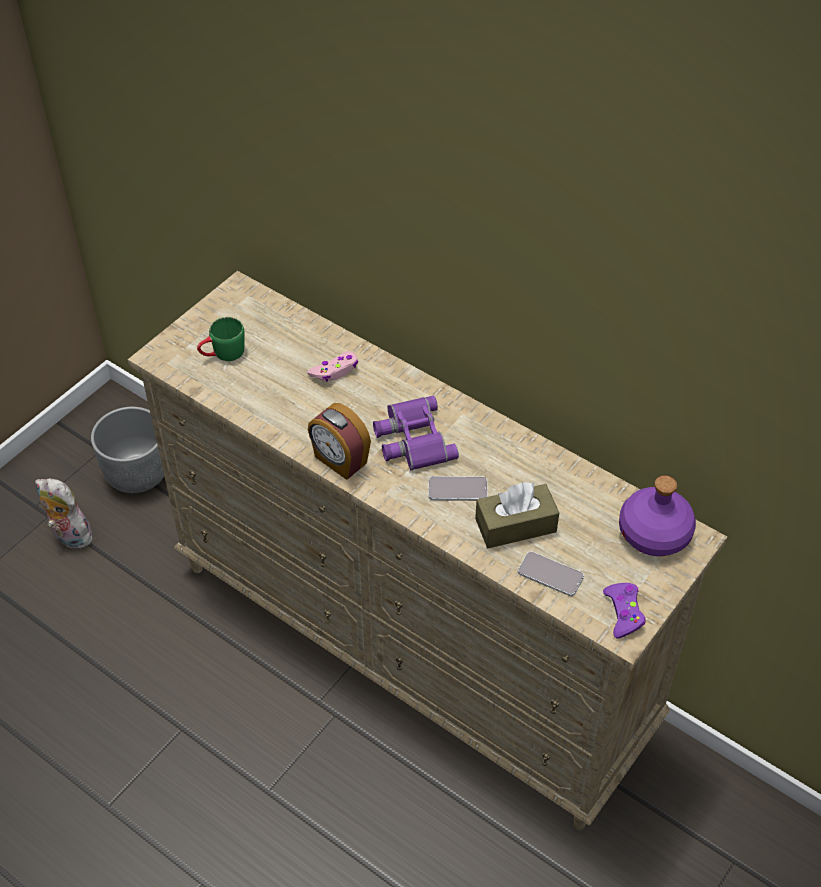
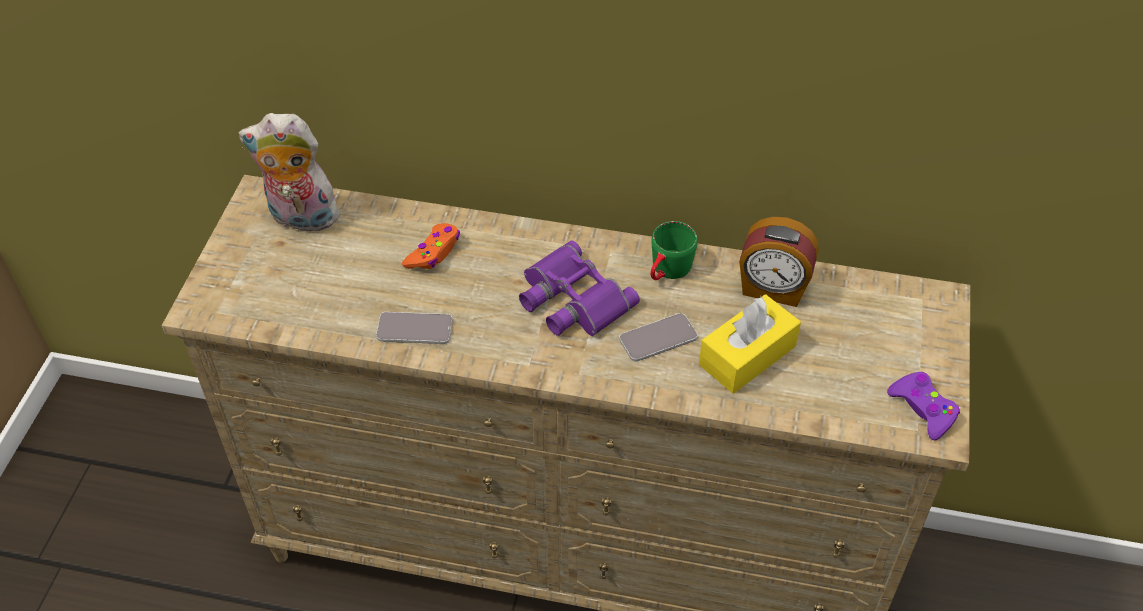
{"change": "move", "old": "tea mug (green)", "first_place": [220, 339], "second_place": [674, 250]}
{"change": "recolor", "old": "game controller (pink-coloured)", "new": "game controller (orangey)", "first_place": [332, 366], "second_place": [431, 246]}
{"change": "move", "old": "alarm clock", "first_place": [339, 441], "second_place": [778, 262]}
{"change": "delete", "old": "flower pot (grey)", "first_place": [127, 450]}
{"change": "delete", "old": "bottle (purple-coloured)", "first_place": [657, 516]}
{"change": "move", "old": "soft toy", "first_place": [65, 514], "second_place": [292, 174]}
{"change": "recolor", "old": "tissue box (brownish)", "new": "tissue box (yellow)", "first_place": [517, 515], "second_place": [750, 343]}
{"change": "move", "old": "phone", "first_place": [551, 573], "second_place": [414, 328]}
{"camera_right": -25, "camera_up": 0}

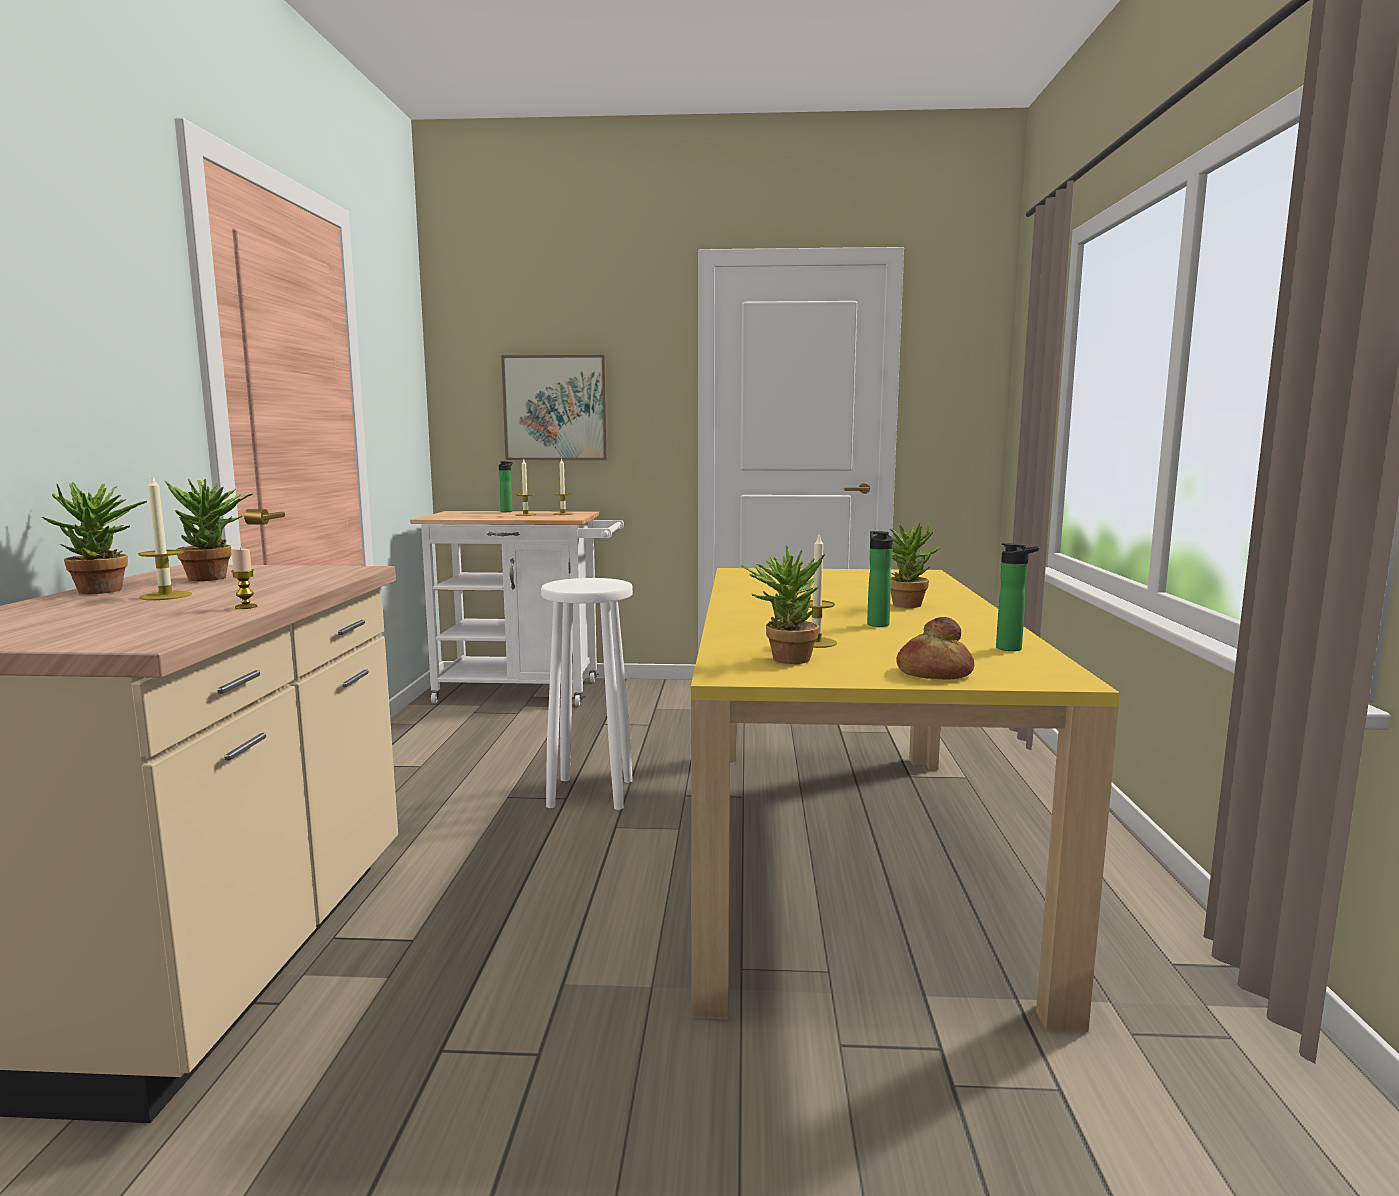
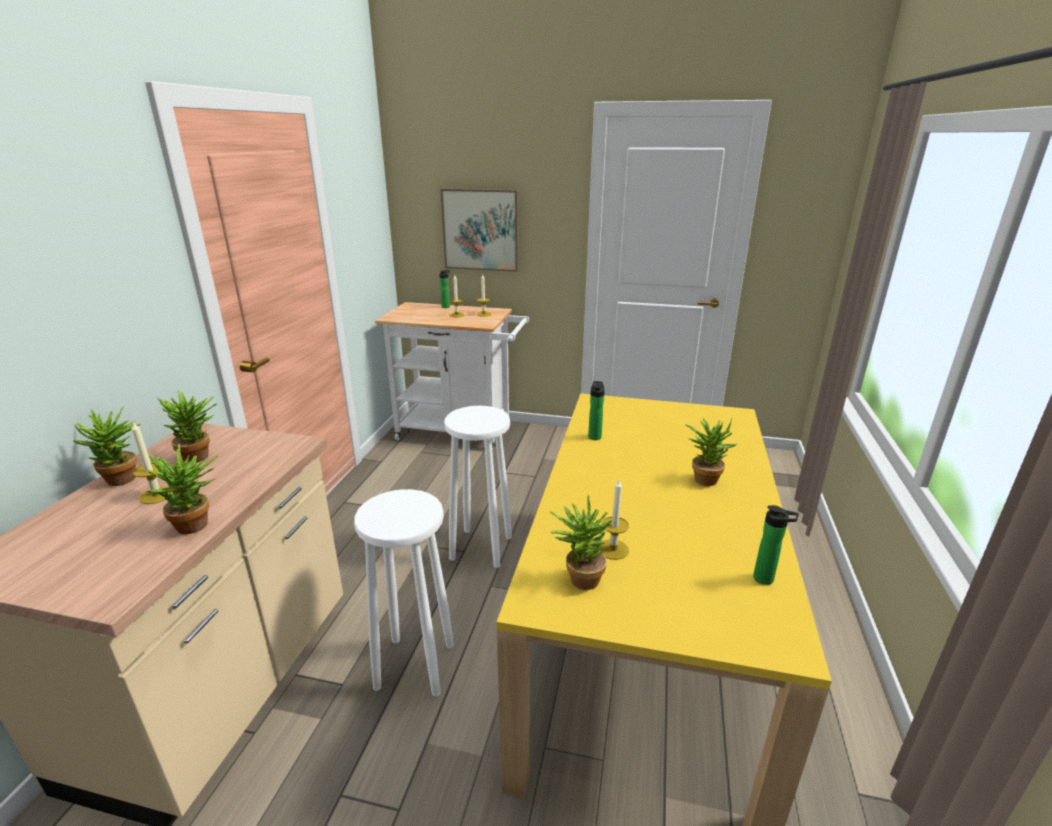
{"change": "move", "old": "bottle", "first_place": [880, 579], "second_place": [596, 410]}
{"change": "replace", "old": "wax light", "new": "plant in a pot", "first_place": [244, 578], "second_place": [182, 488]}
{"change": "delete", "old": "bakery bread", "first_place": [935, 648]}
{"change": "insert", "new": "stool seat (white-coloured)", "second_place": [404, 593]}
{"camera_right": 10, "camera_up": 15}

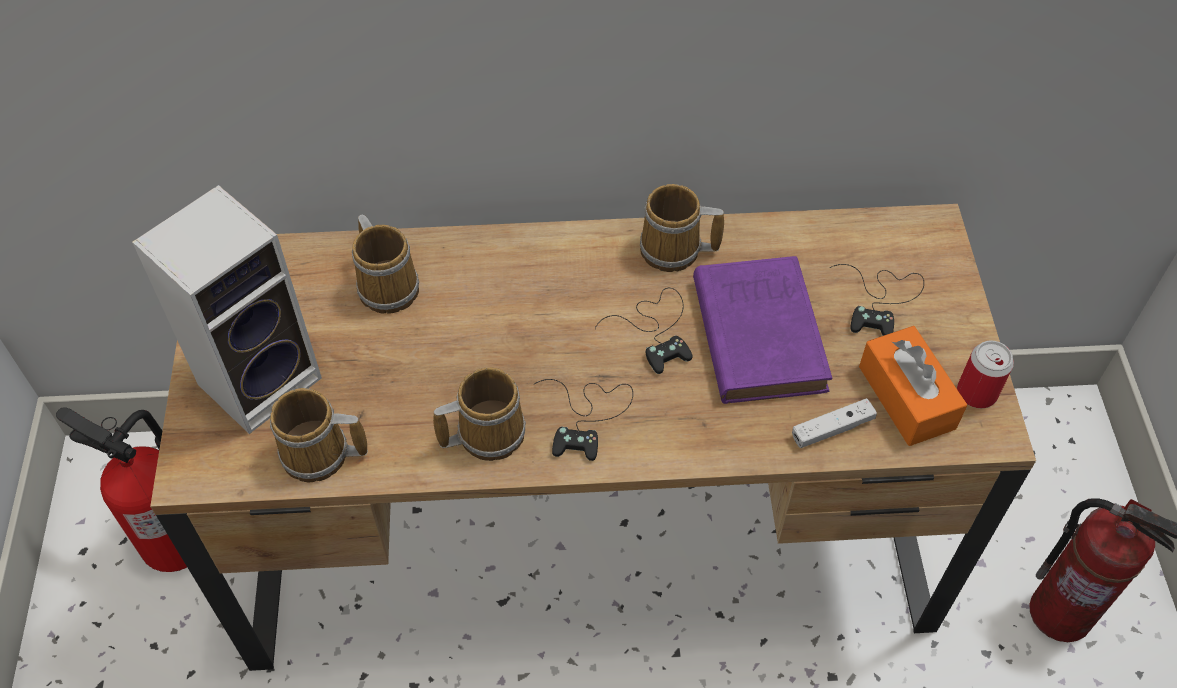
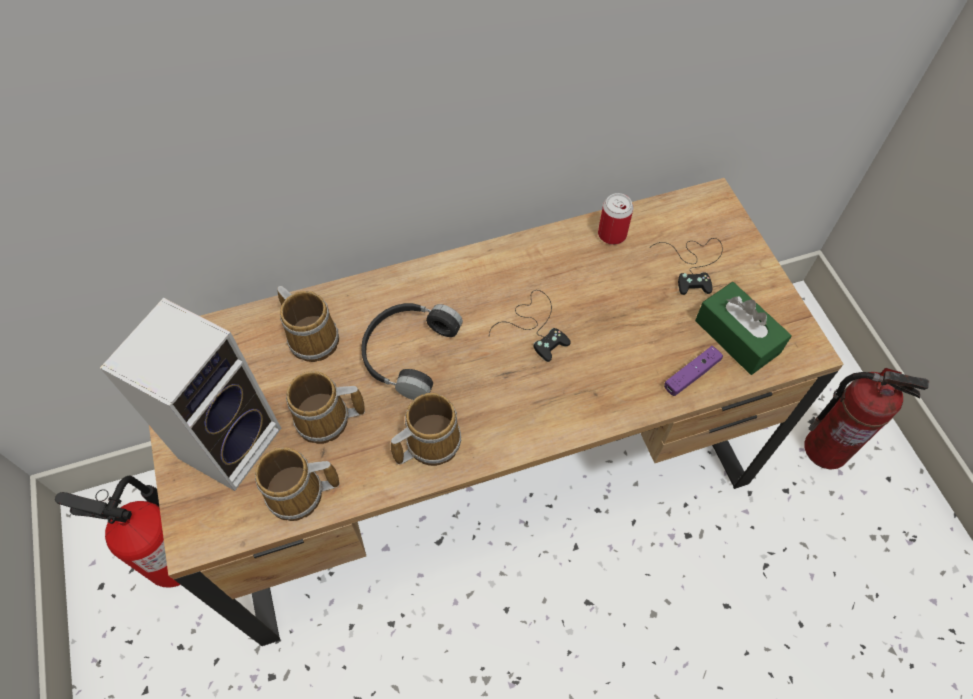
{"change": "move", "old": "tea mug", "first_place": [682, 228], "second_place": [325, 407]}
{"change": "delete", "old": "bound book (purple-coloured)", "first_place": [763, 330]}
{"change": "recolor", "old": "tissue box (orangey)", "new": "tissue box (green)", "first_place": [913, 386], "second_place": [743, 328]}
{"change": "move", "old": "sealed can", "first_place": [985, 374], "second_place": [615, 219]}
{"change": "delete", "old": "game controller (black)", "first_place": [583, 420]}
{"change": "recolor", "old": "game controller (white-coloured)", "new": "game controller (purple-coloured)", "first_place": [834, 423], "second_place": [693, 371]}
{"change": "insert", "new": "pair of headphones (black)", "second_place": [412, 351]}
{"camera_right": -15, "camera_up": 5}

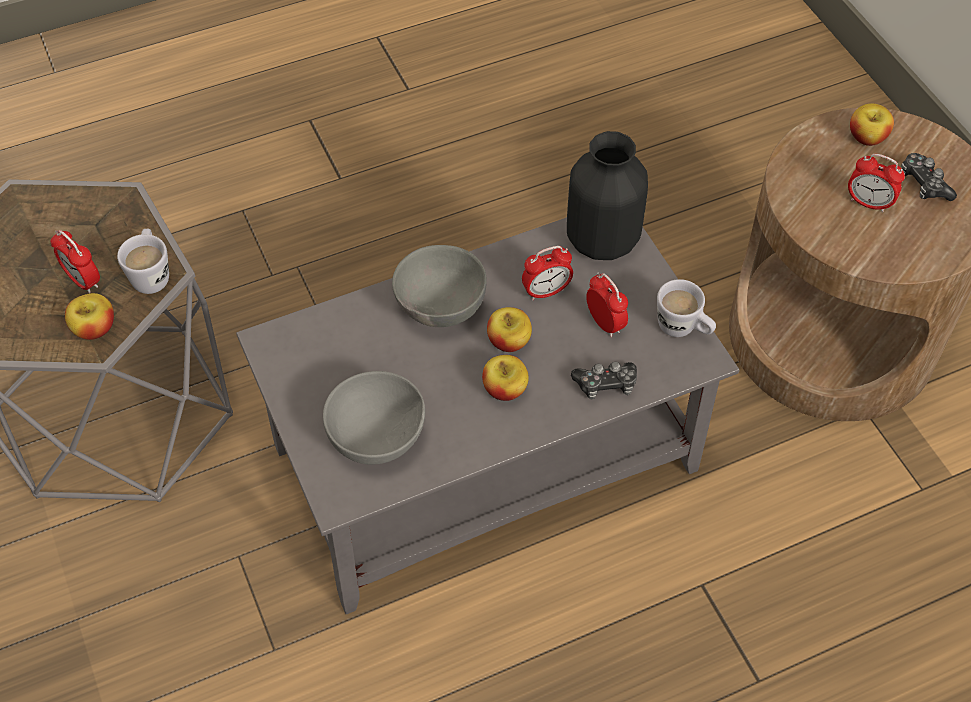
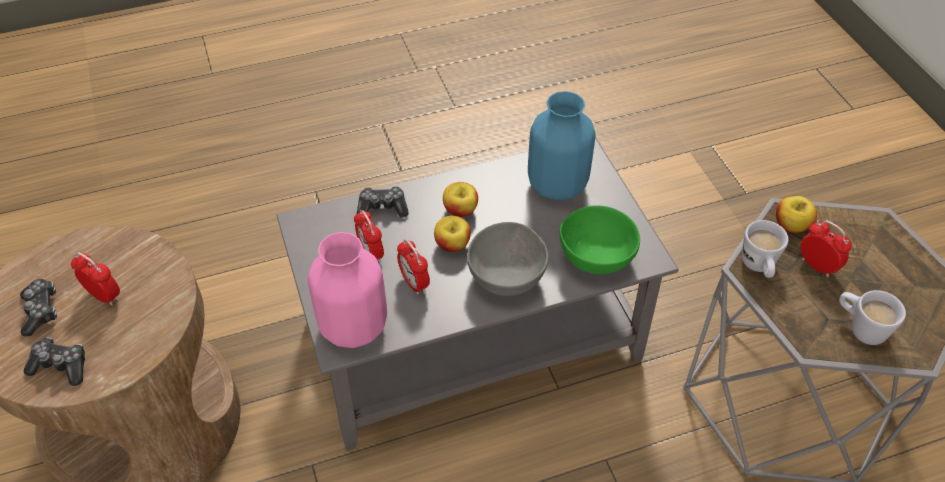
{"change": "replace", "old": "apple fruit", "new": "game controller", "first_place": [872, 124], "second_place": [54, 361]}
{"change": "recolor", "old": "vase (black)", "new": "vase (pink-coloured)", "first_place": [607, 195], "second_place": [347, 290]}
{"change": "rotate", "old": "alarm clock", "first_place": [547, 273], "second_place": [413, 267], "degrees": -105}
{"change": "move", "old": "tea mug (white-coloured)", "first_place": [686, 308], "second_place": [872, 317]}
{"change": "replace", "old": "serving bowl (grey)", "new": "vase (blue)", "first_place": [374, 418], "second_place": [562, 145]}
{"change": "insert", "new": "serving bowl (green)", "second_place": [600, 239]}
{"camera_right": -175, "camera_up": -5}

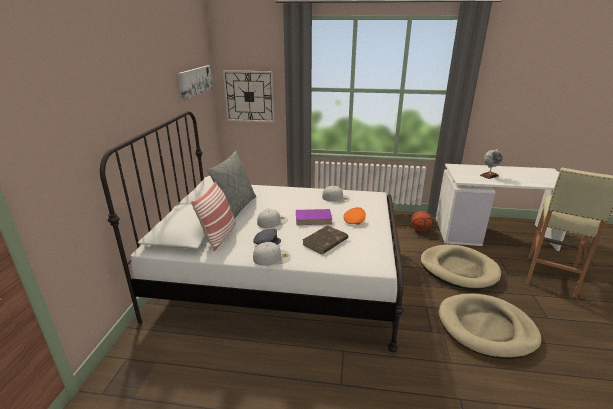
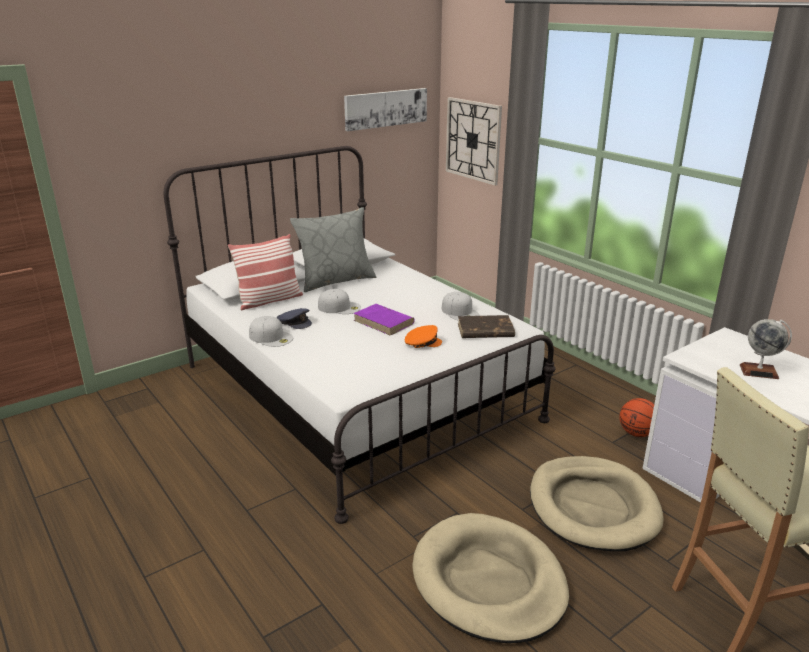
{"change": "move", "old": "bound book (brownish)", "first_place": [325, 239], "second_place": [486, 326]}
{"camera_right": 45, "camera_up": 0}

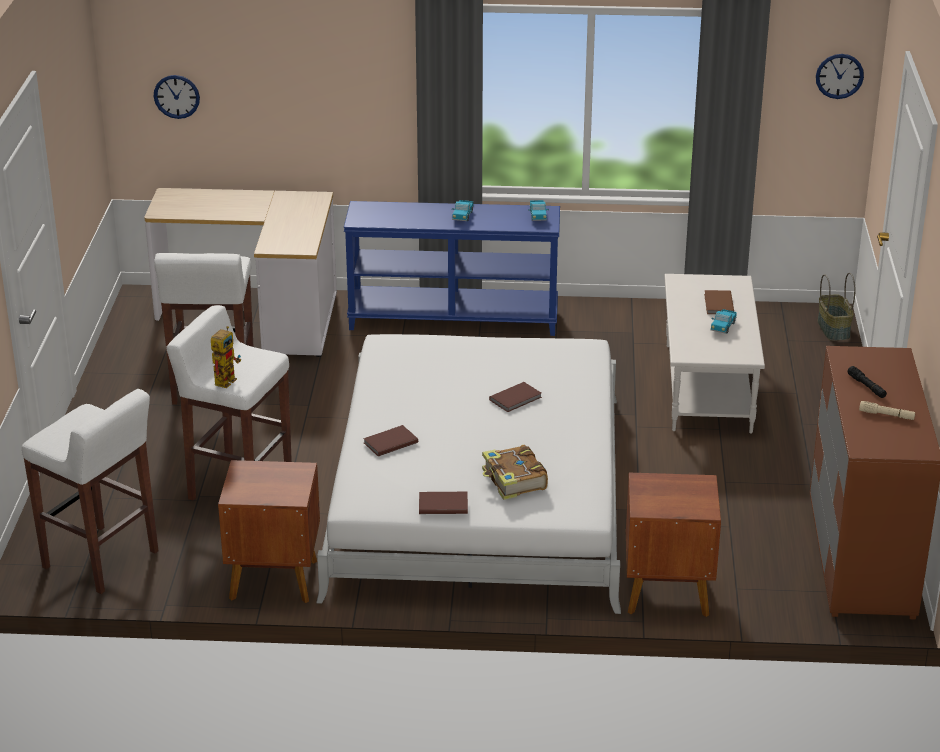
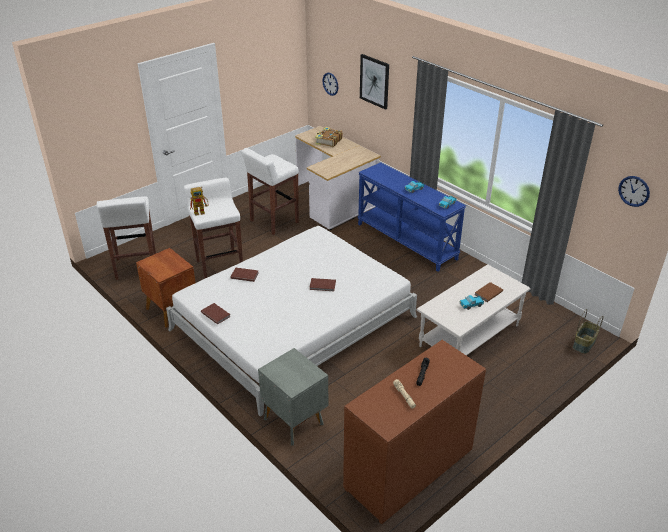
{"change": "move", "old": "bound book", "first_place": [515, 472], "second_place": [329, 137]}
{"change": "recolor", "old": "nightstand (brownish)", "new": "nightstand (grey)", "first_place": [673, 545], "second_place": [293, 397]}
{"change": "insert", "new": "wall art", "second_place": [374, 82]}
{"camera_right": 45, "camera_up": 5}

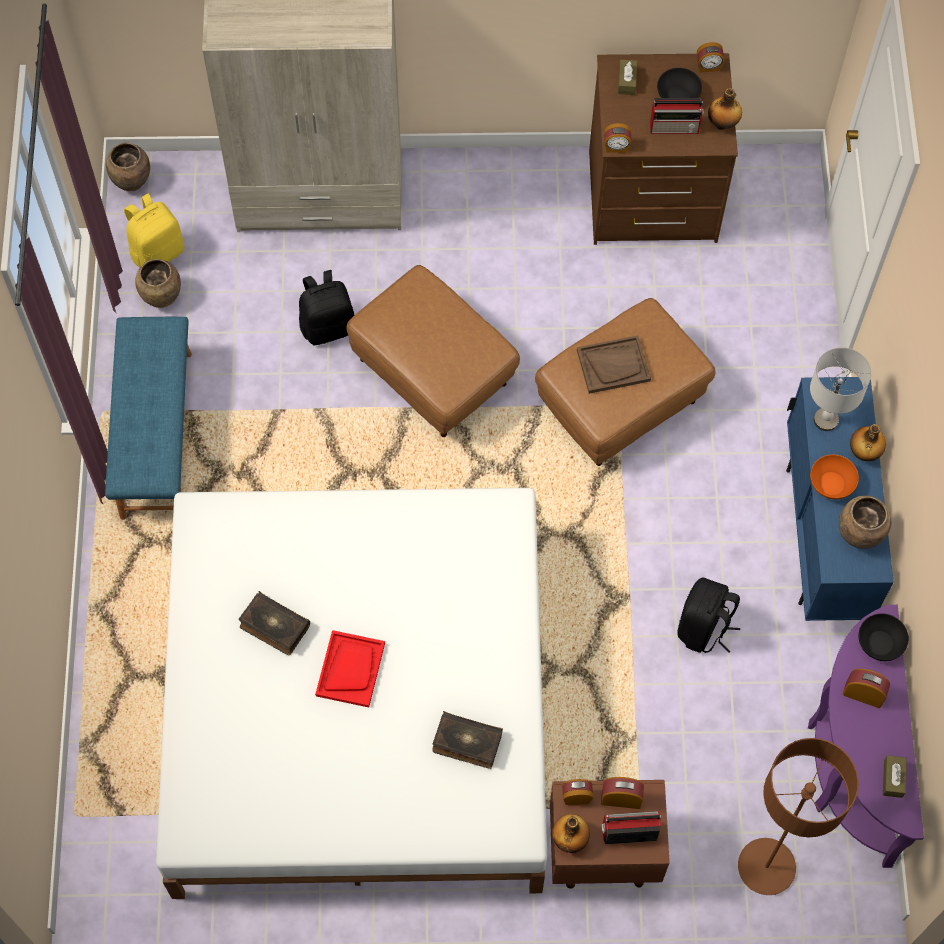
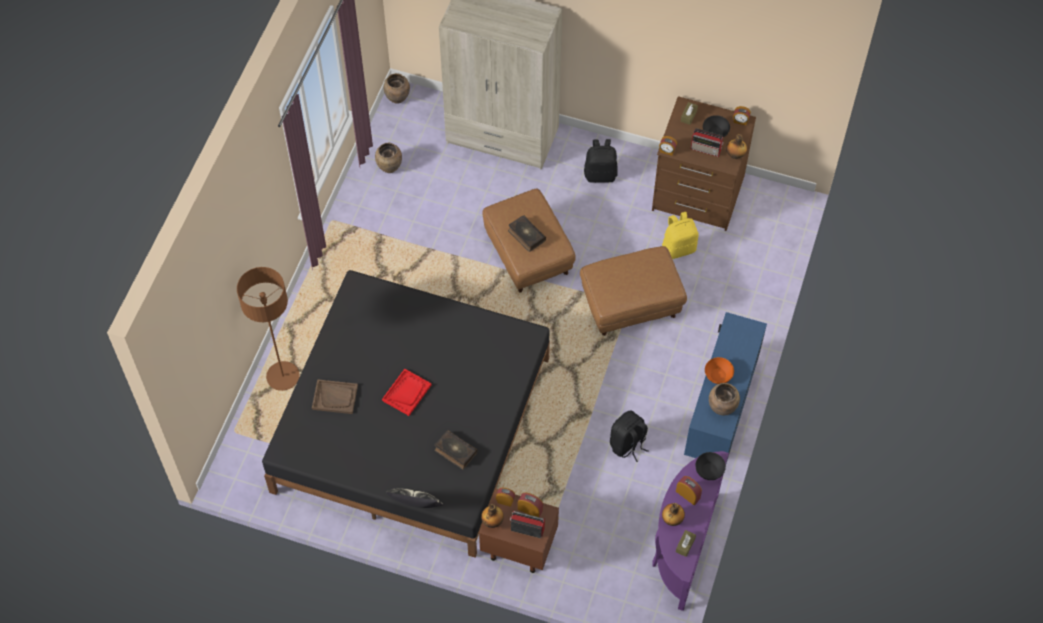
{"change": "move", "old": "rucksack (yellow)", "first_place": [154, 230], "second_place": [680, 235]}
{"change": "move", "old": "rucksack (black)", "first_place": [326, 307], "second_place": [601, 161]}
{"change": "delete", "old": "bench (blue)", "first_place": [148, 418]}
{"change": "move", "old": "carrying tray (brownish)", "first_place": [614, 364], "second_place": [335, 396]}
{"change": "delete", "old": "tabletop lamp (grey)", "first_place": [840, 389]}
{"change": "move", "old": "bottle", "first_place": [868, 442], "second_place": [673, 514]}
{"change": "recolor", "old": "sleeping bed (white-coloured)", "new": "sleeping bed (black)", "first_place": [351, 693], "second_place": [406, 414]}
{"change": "move", "old": "bound book", "first_place": [274, 623], "second_place": [527, 233]}
{"change": "move", "old": "standard lamp (brownish)", "first_place": [798, 816], "second_place": [268, 329]}
{"change": "insert", "new": "cushion", "second_place": [414, 498]}
{"camera_right": 20, "camera_up": -5}

